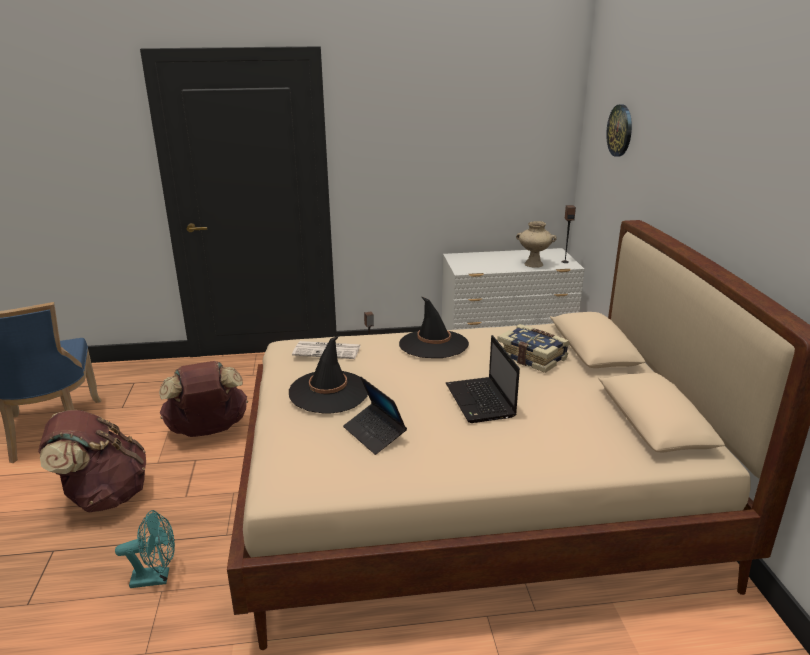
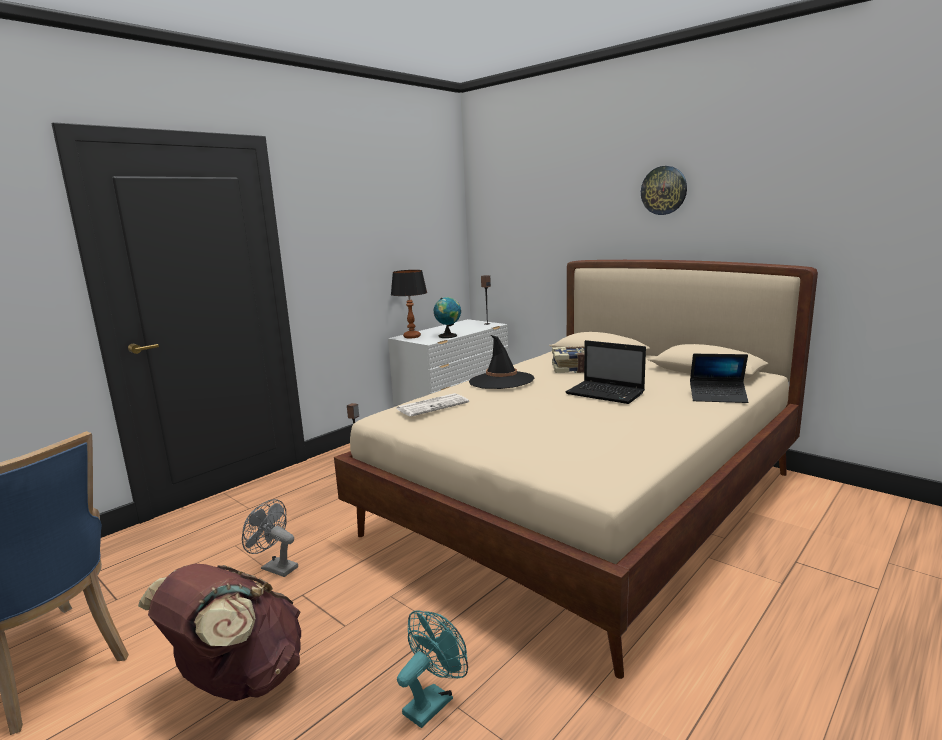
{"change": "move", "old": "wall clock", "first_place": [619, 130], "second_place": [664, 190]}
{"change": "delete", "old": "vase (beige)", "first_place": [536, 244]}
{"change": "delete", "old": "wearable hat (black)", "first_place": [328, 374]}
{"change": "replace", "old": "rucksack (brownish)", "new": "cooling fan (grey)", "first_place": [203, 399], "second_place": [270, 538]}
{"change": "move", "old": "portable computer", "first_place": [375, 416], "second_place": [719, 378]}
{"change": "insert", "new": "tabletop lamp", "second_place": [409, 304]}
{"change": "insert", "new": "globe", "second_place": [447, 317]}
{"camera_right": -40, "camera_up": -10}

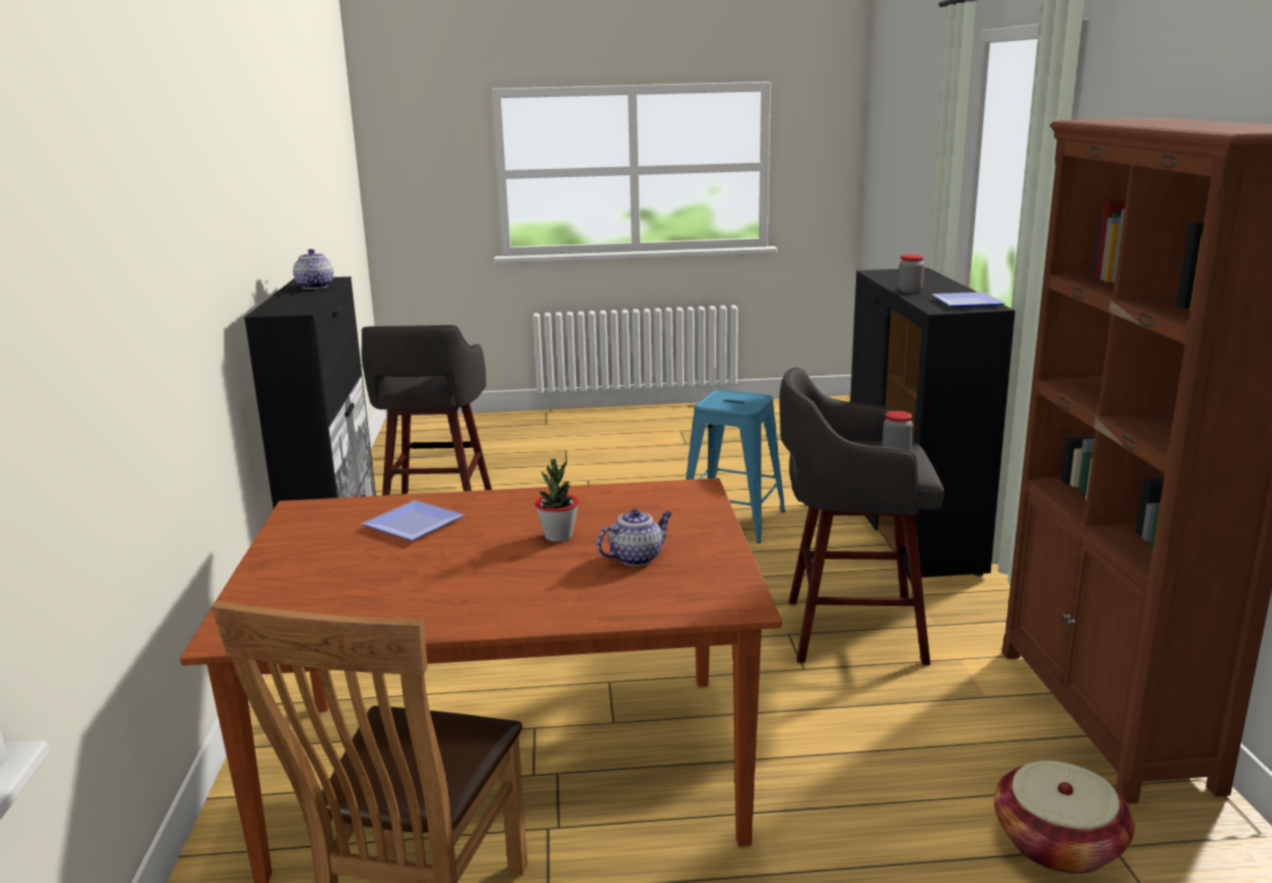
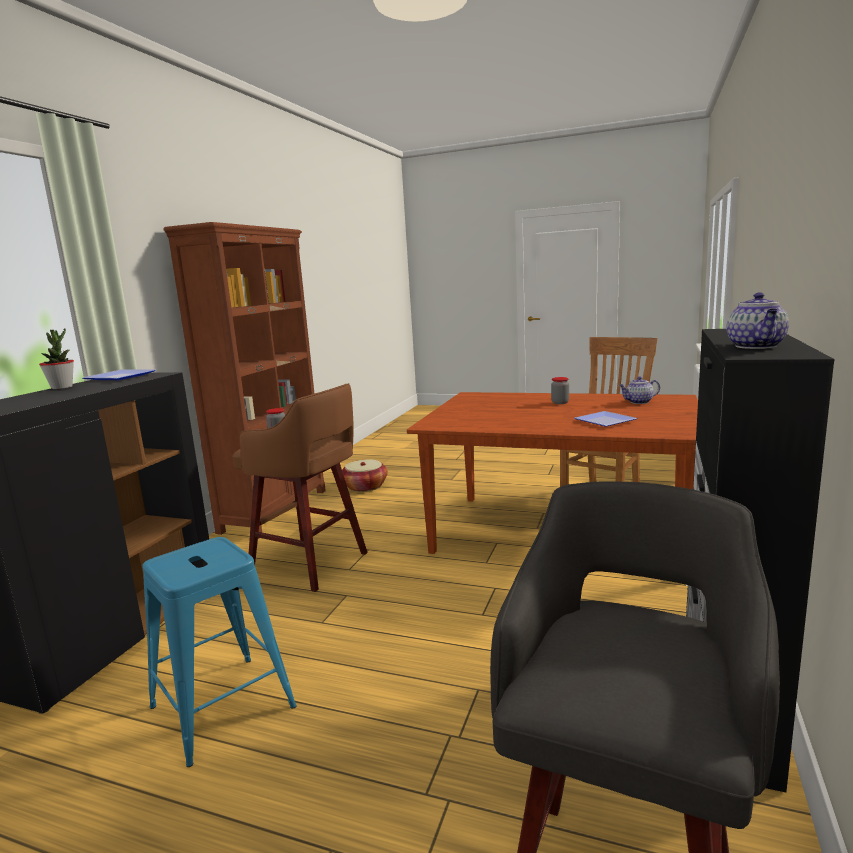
{"change": "move", "old": "preserve jar", "first_place": [911, 274], "second_place": [560, 390]}
{"change": "recolor", "old": "stool seat (grey)", "new": "stool seat (brownish)", "first_place": [861, 516], "second_place": [300, 487]}
{"change": "move", "old": "plant in a pot", "first_place": [557, 500], "second_place": [56, 358]}
{"change": "move", "old": "tea pot", "first_place": [634, 537], "second_place": [639, 390]}
{"camera_right": -155, "camera_up": -5}

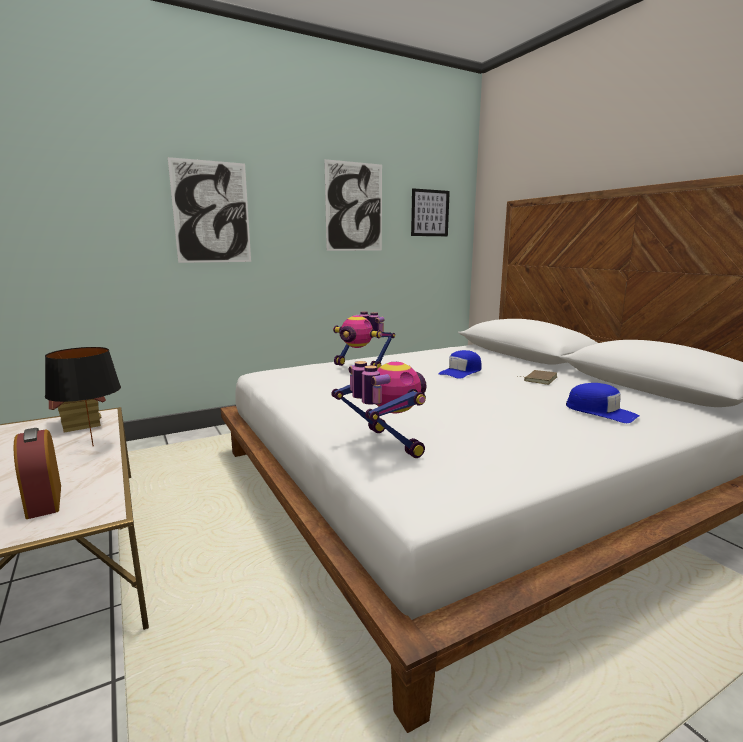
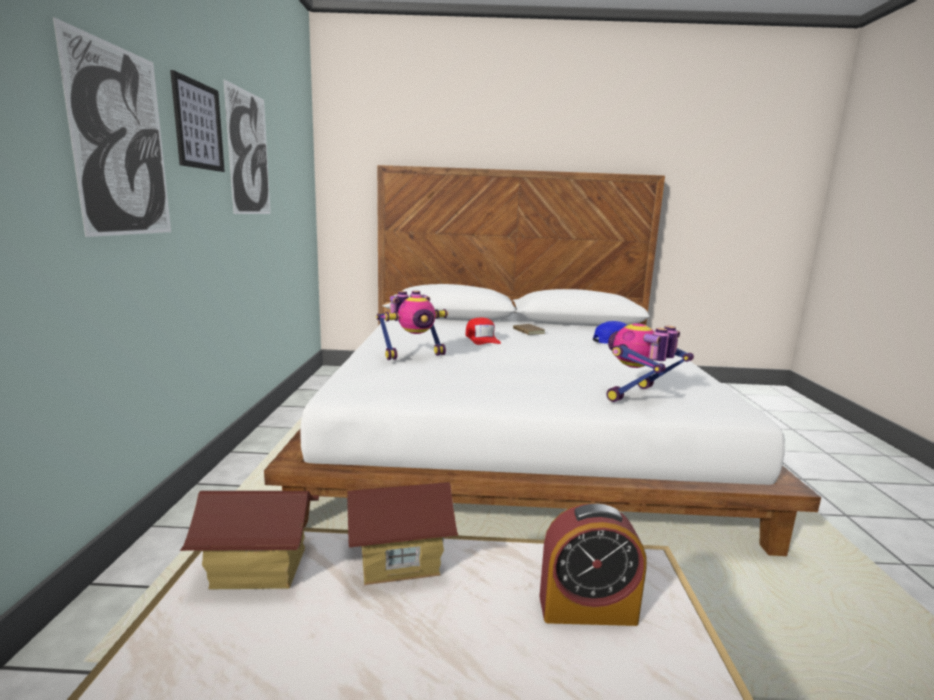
{"change": "move", "old": "wall art", "first_place": [430, 212], "second_place": [197, 121]}
{"change": "replace", "old": "tabletop lamp (black)", "new": "miniature house", "first_place": [83, 396], "second_place": [402, 533]}
{"change": "recolor", "old": "peaked cap (blue)", "new": "peaked cap (red)", "first_place": [460, 364], "second_place": [483, 331]}
{"change": "rotate", "old": "model robot", "first_place": [379, 409], "second_place": [650, 362], "degrees": -45}
{"camera_right": -60, "camera_up": 0}

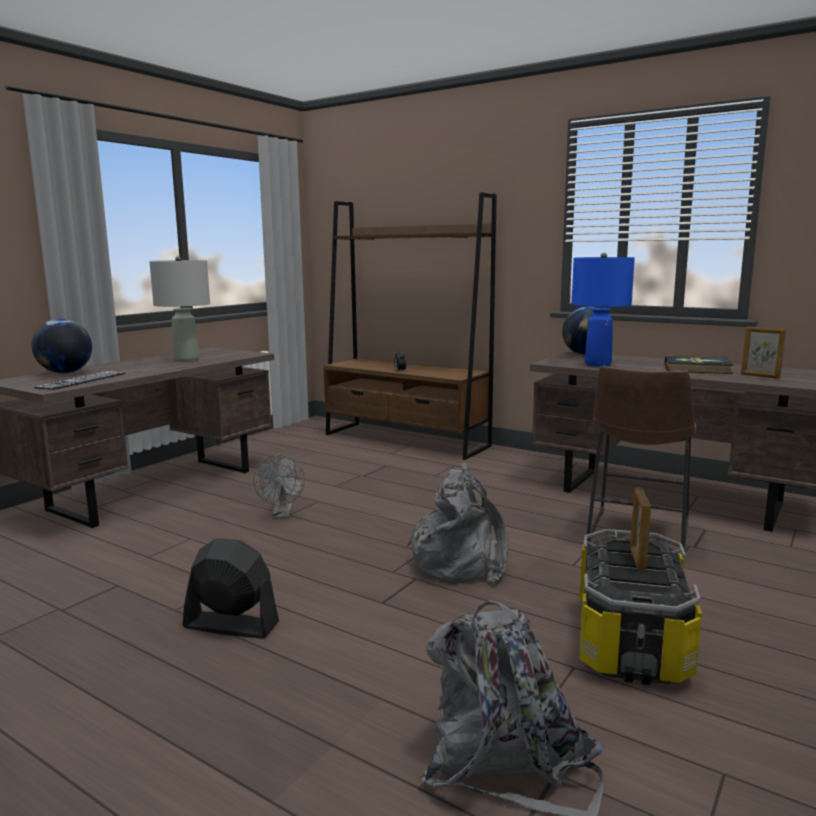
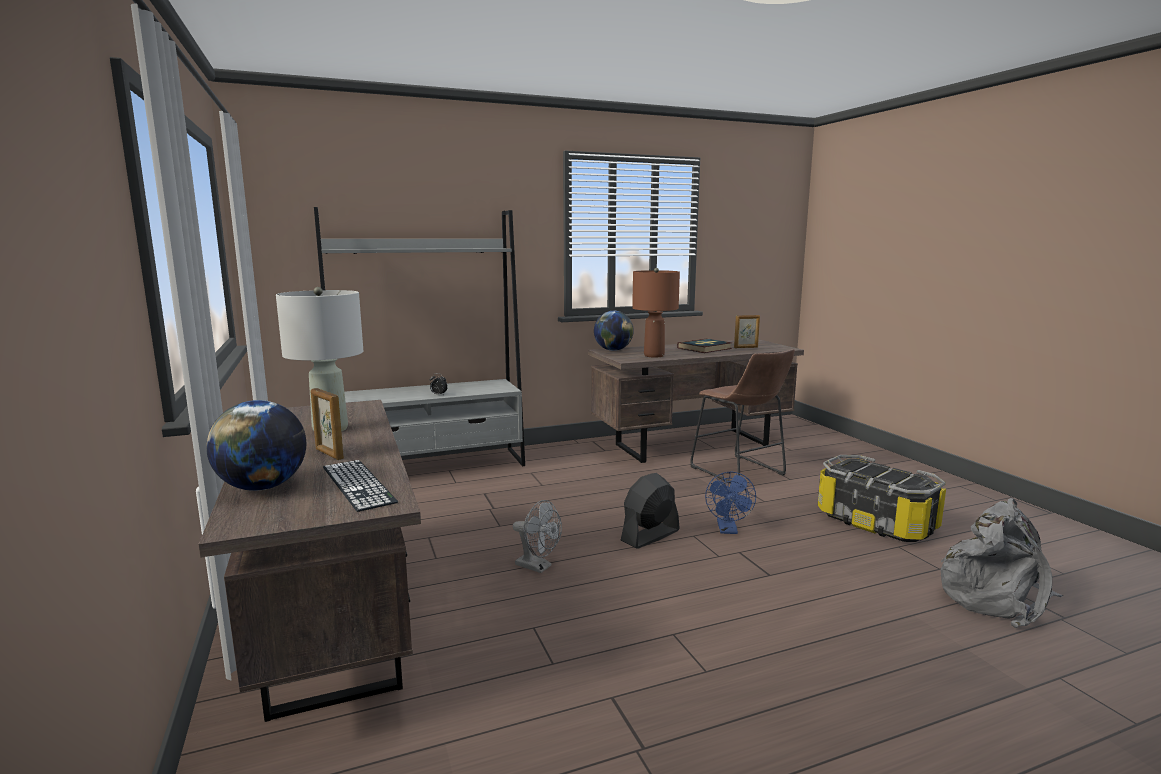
{"change": "recolor", "old": "shelving unit (brownish)", "new": "shelving unit (grey)", "first_place": [410, 326], "second_place": [419, 337]}
{"change": "recolor", "old": "tabletop lamp (blue)", "new": "tabletop lamp (brownish)", "first_place": [603, 310], "second_place": [656, 313]}
{"change": "replace", "old": "rucksack (grey)", "new": "cooling fan (blue)", "first_place": [457, 523], "second_place": [730, 503]}
{"change": "move", "old": "photo frame", "first_place": [640, 530], "second_place": [327, 424]}
{"change": "move", "old": "cooling fan (black)", "first_place": [231, 588], "second_place": [650, 511]}
{"camera_right": -55, "camera_up": 0}

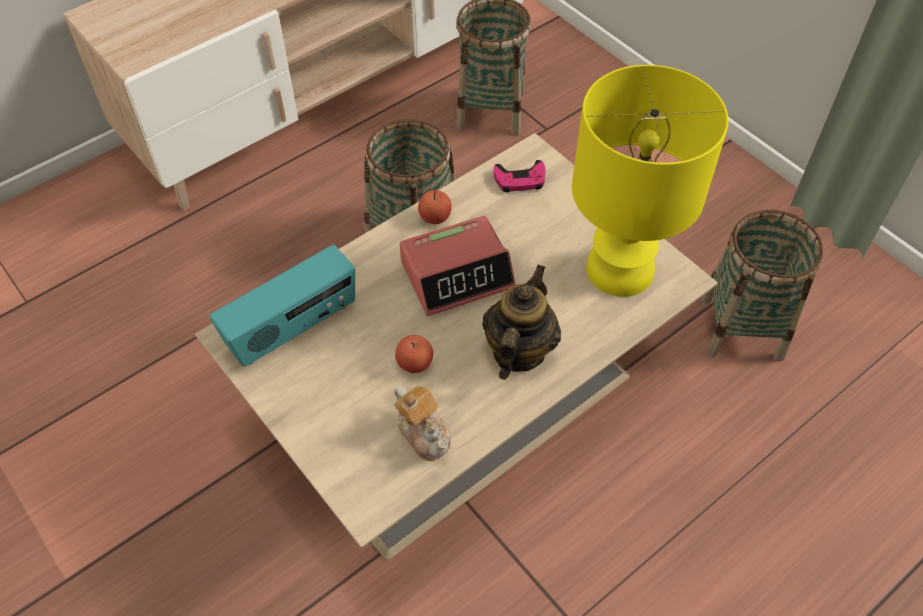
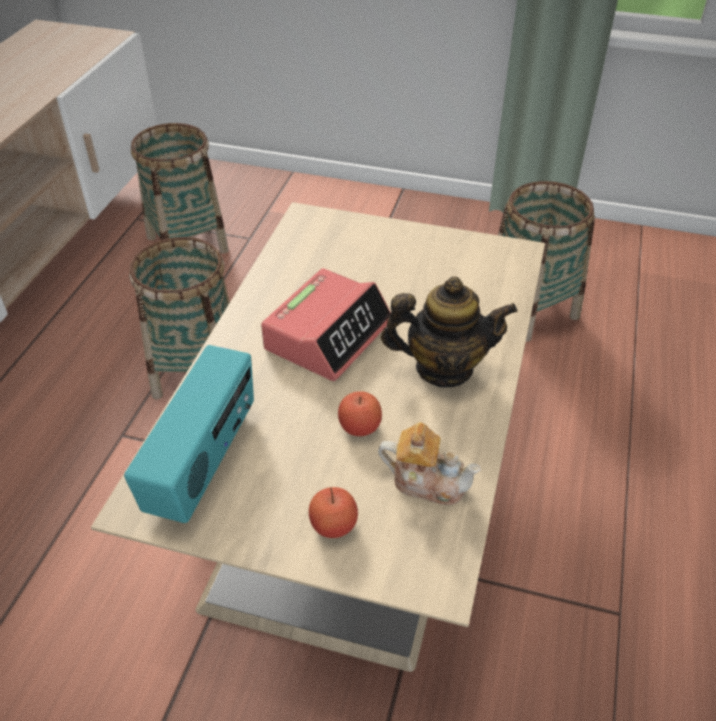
{"change": "delete", "old": "tabletop lamp (yellow)", "first_place": [650, 181]}
{"change": "delete", "old": "game controller (pink-coloured)", "first_place": [520, 176]}
{"change": "move", "old": "apple fruit", "first_place": [435, 206], "second_place": [333, 512]}
{"change": "rotate", "old": "tea pot", "first_place": [521, 322], "second_place": [449, 332], "degrees": 105}
{"camera_right": -35, "camera_up": -10}

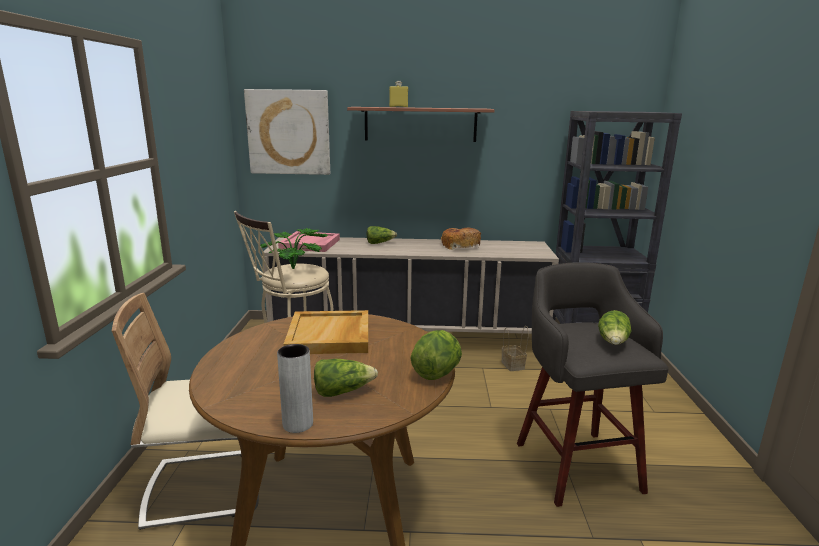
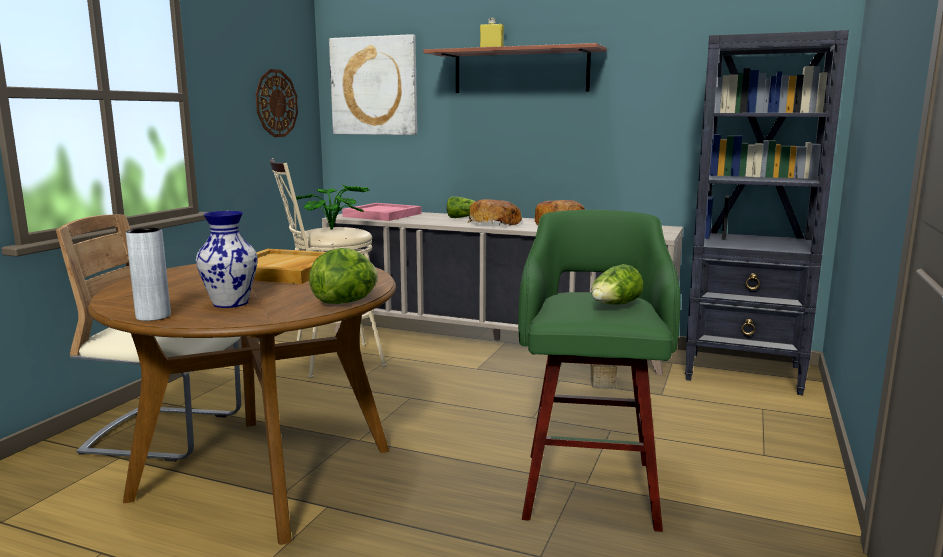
{"change": "recolor", "old": "stool seat (grey)", "new": "stool seat (green)", "first_place": [593, 384], "second_place": [599, 371]}
{"change": "replace", "old": "lettuce", "new": "vase", "first_place": [346, 378], "second_place": [226, 259]}
{"change": "insert", "new": "wall clock", "second_place": [277, 103]}
{"change": "insert", "new": "bakery bread", "second_place": [495, 212]}
{"camera_right": 20, "camera_up": -5}

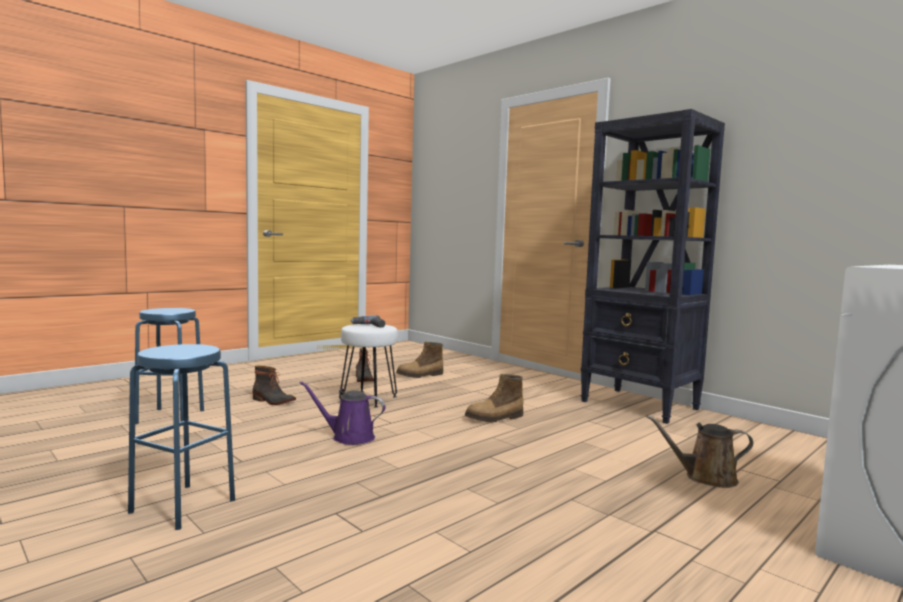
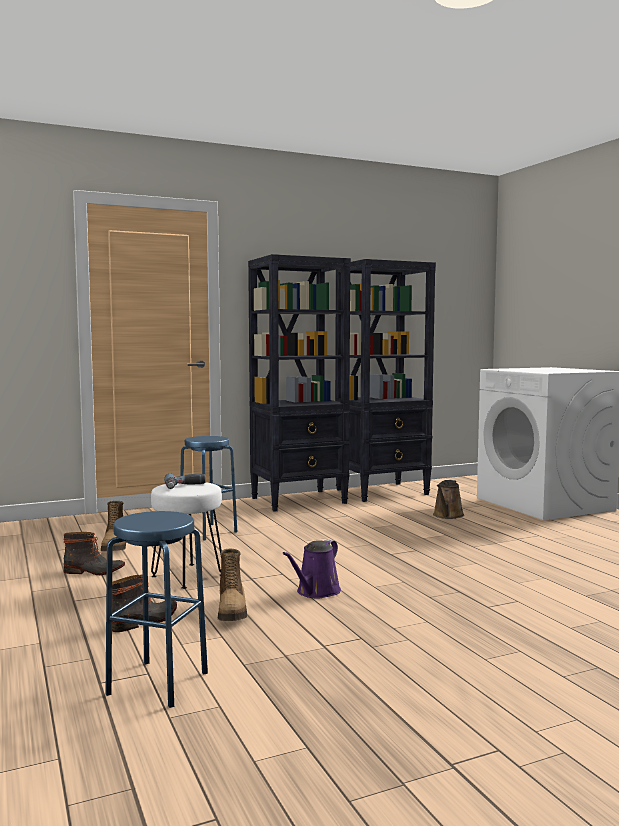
{"change": "move", "old": "stool seat (blue)", "first_place": [181, 437], "second_place": [208, 488]}
{"change": "move", "old": "high-top boot", "first_place": [494, 398], "second_place": [232, 585]}
{"change": "insert", "new": "shelving unit (black)", "second_place": [385, 380]}
{"camera_right": -70, "camera_up": 0}

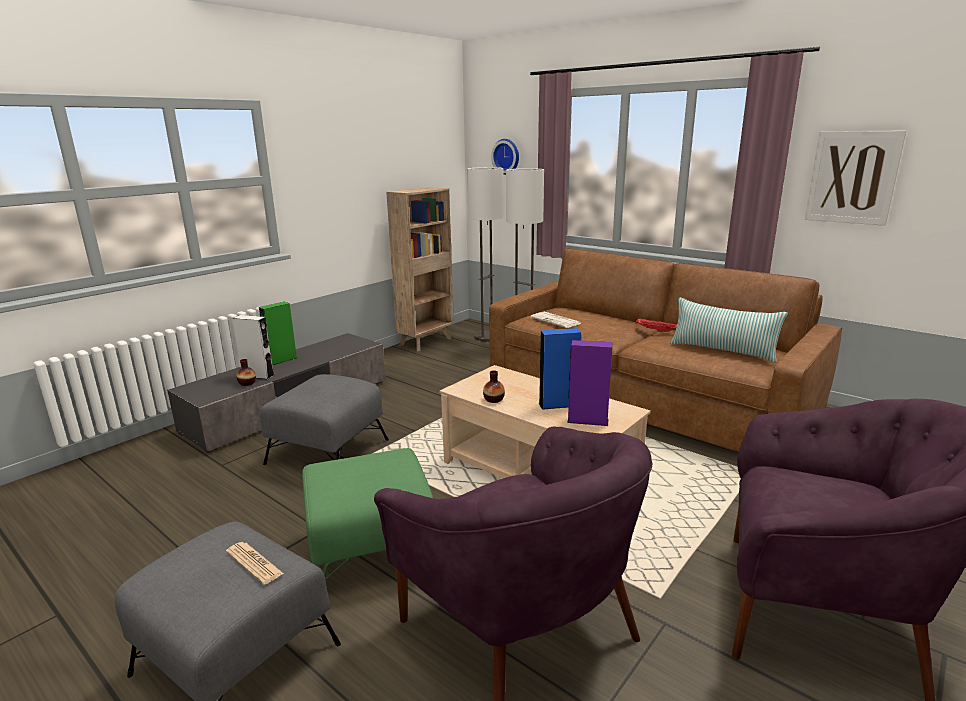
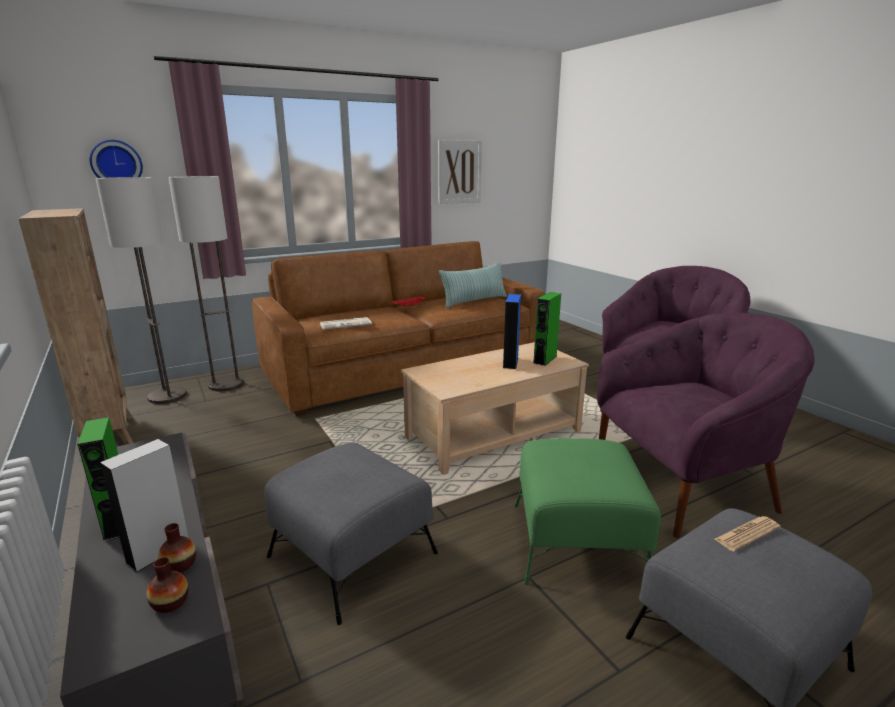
{"change": "recolor", "old": "loudspeaker (purple-coloured)", "new": "loudspeaker (green)", "first_place": [589, 383], "second_place": [547, 329]}
{"change": "move", "old": "vase", "first_place": [494, 386], "second_place": [168, 585]}
{"camera_right": -70, "camera_up": 0}

